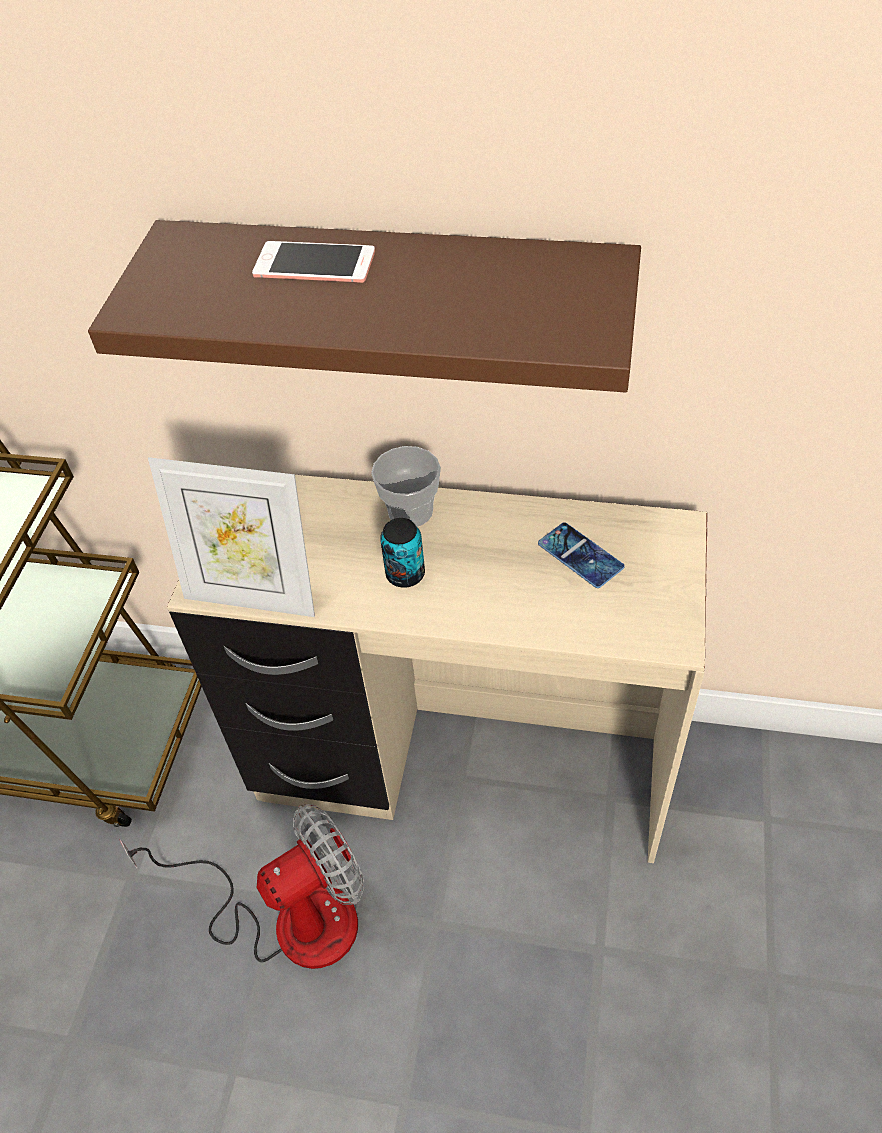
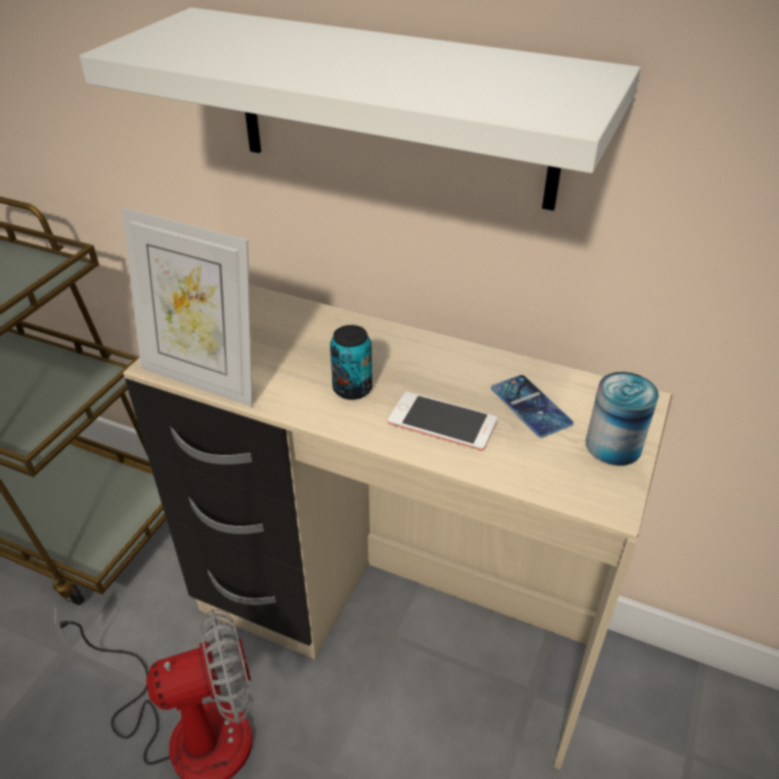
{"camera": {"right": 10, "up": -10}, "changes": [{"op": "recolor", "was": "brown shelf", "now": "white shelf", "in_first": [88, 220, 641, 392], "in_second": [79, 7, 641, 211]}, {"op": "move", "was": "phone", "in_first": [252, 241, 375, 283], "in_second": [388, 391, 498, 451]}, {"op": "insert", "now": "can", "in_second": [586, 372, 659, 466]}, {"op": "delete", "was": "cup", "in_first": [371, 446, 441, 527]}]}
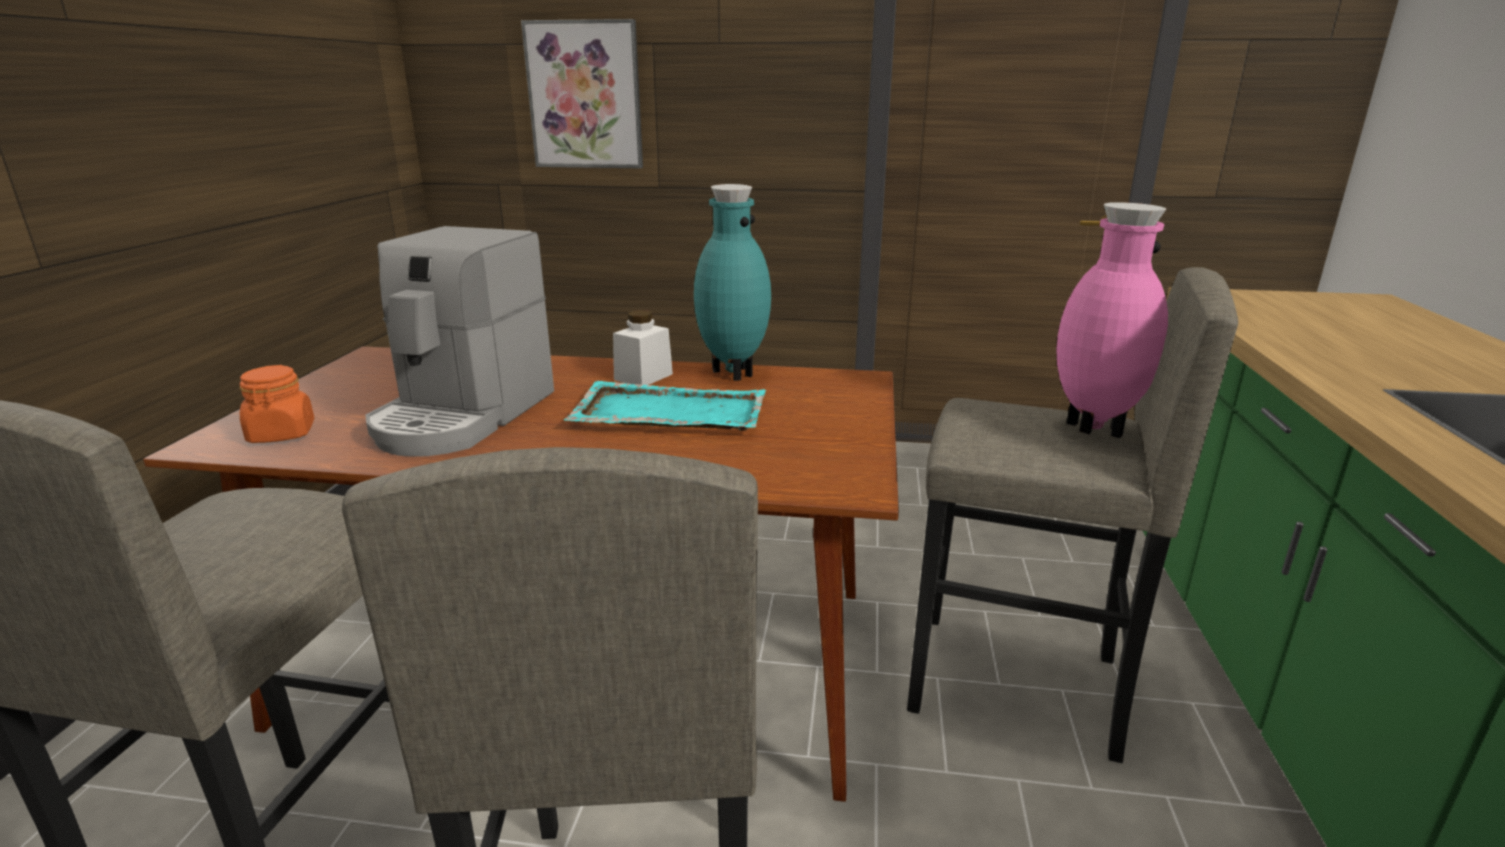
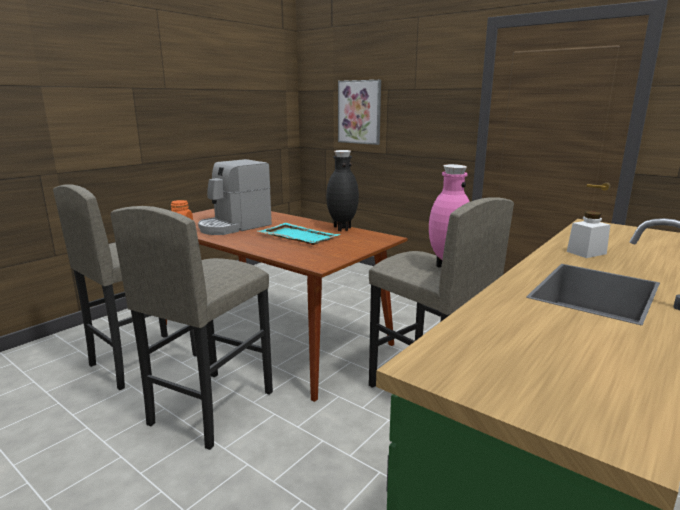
{"camera": {"right": 30, "up": -5}, "changes": [{"op": "recolor", "was": "turquoise vase", "now": "black vase", "in_first": [694, 184, 771, 381], "in_second": [326, 150, 359, 231]}, {"op": "move", "was": "white jar", "in_first": [613, 310, 673, 385], "in_second": [567, 211, 610, 258]}]}
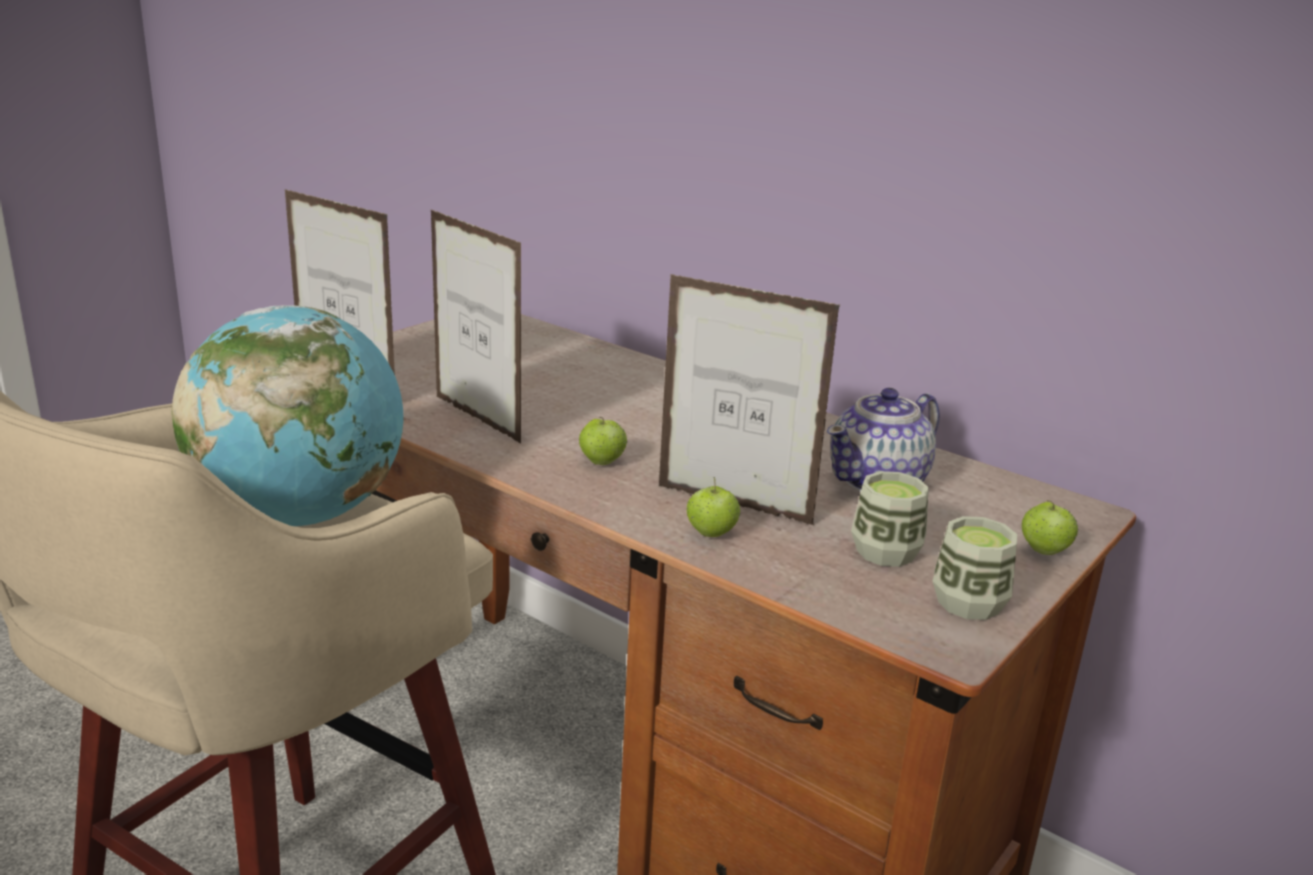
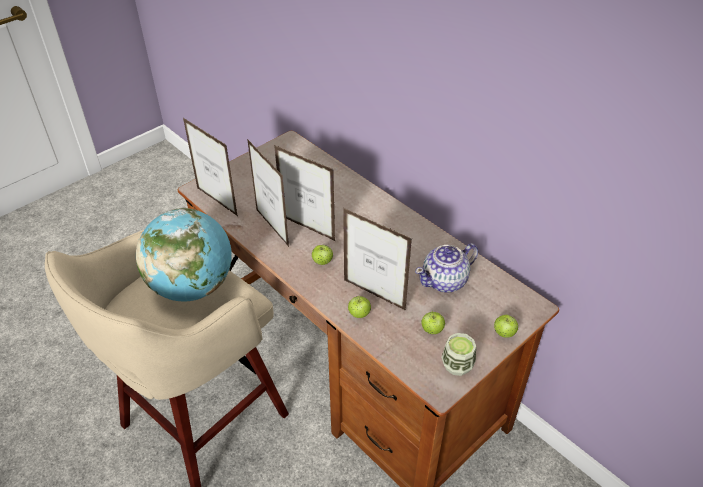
{"camera": {"right": 10, "up": 20}, "changes": [{"op": "insert", "now": "picture frame", "in_second": [274, 145, 335, 241]}, {"op": "replace", "was": "cup", "now": "apple", "in_first": [851, 471, 929, 567], "in_second": [421, 311, 445, 334]}]}
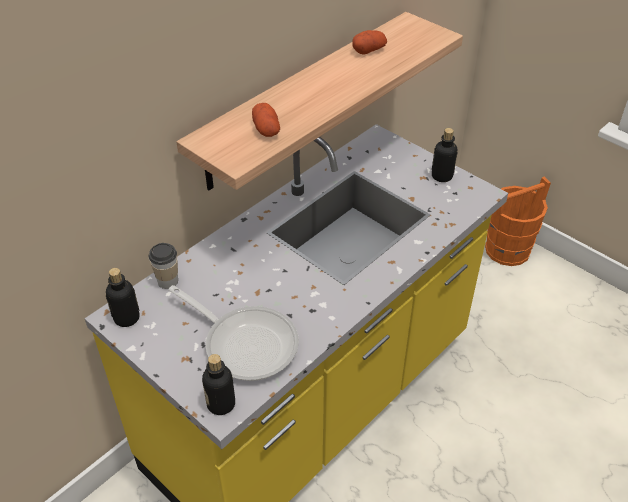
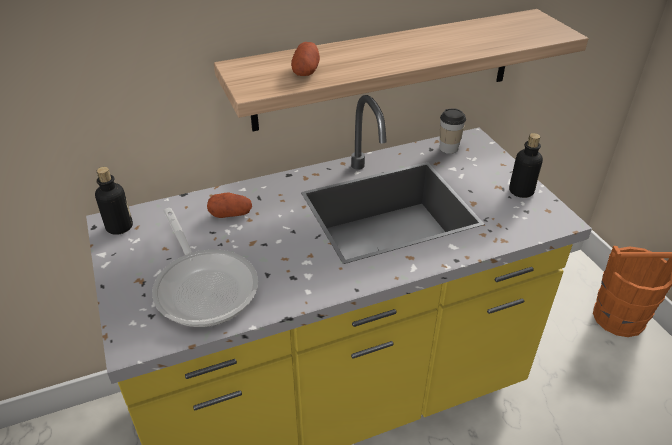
{"camera": {"right": 25, "up": -5}, "changes": [{"op": "move", "was": "potato", "in_first": [352, 30, 387, 55], "in_second": [207, 193, 252, 218]}, {"op": "move", "was": "cup", "in_first": [149, 243, 178, 289], "in_second": [440, 108, 466, 154]}, {"op": "delete", "was": "bottle", "in_first": [202, 354, 235, 415]}]}
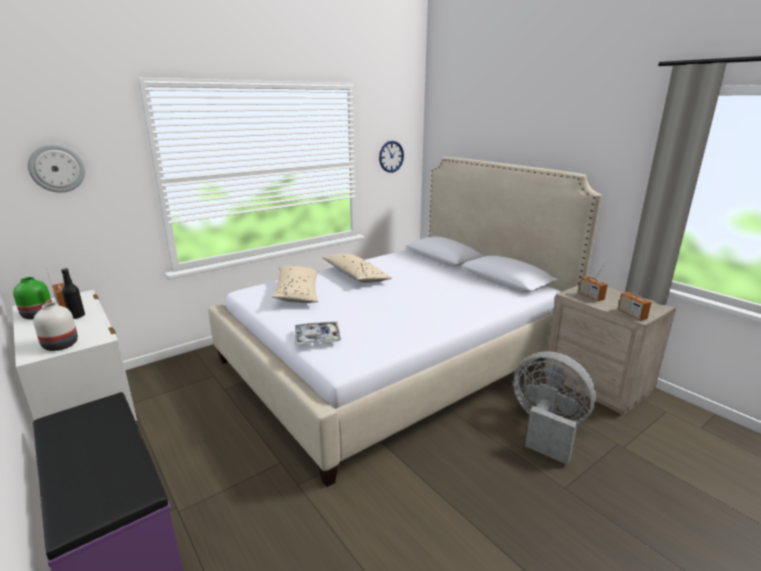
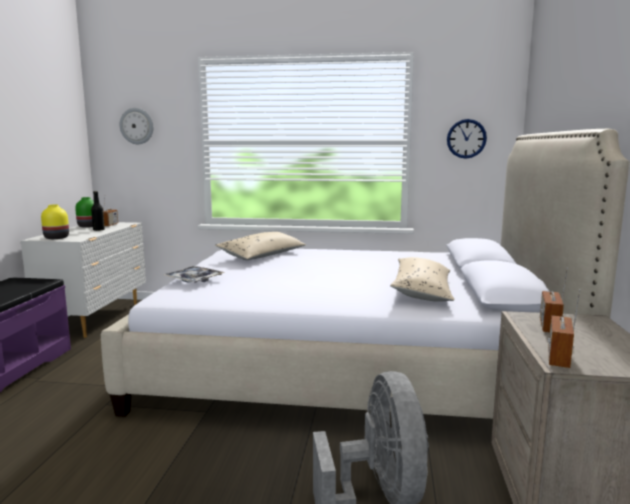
{"camera": {"right": 45, "up": -10}, "changes": [{"op": "recolor", "was": "white vase", "now": "yellow vase", "in_first": [33, 302, 78, 351], "in_second": [41, 204, 69, 239]}, {"op": "move", "was": "beige pillow", "in_first": [322, 254, 392, 283], "in_second": [390, 257, 454, 302]}]}
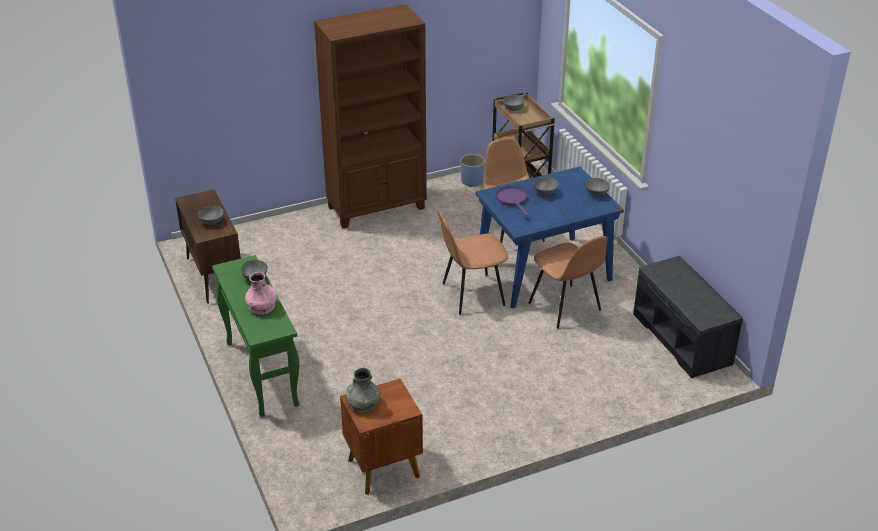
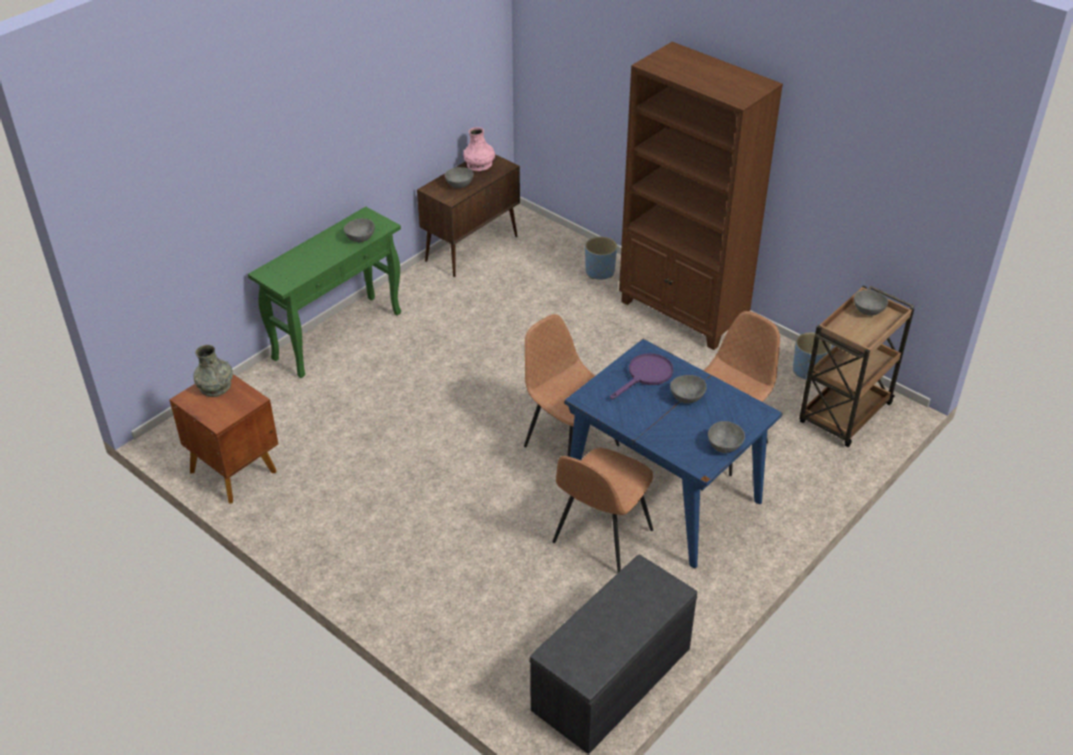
{"camera": {"right": 65, "up": 5}, "changes": [{"op": "move", "was": "pink vase", "in_first": [245, 272, 277, 315], "in_second": [463, 127, 495, 171]}, {"op": "insert", "now": "blue planter", "in_second": [585, 236, 617, 280]}]}
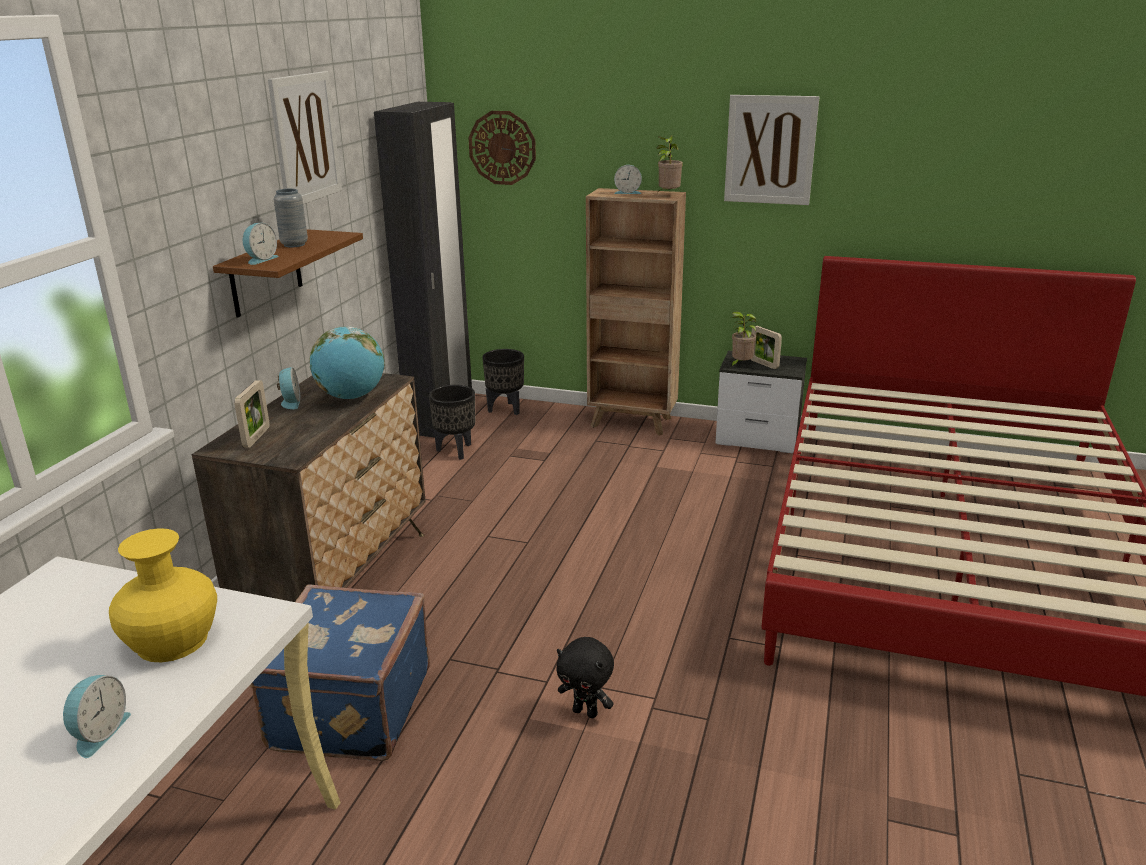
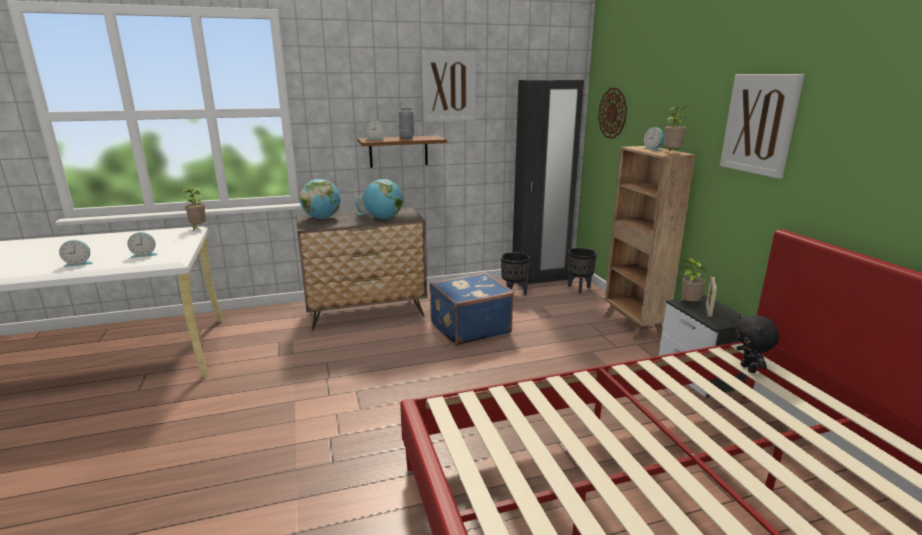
{"camera": {"right": 55, "up": -5}, "changes": [{"op": "replace", "was": "yellow vase", "now": "alarm clock", "in_first": [109, 528, 217, 662], "in_second": [127, 232, 158, 258]}, {"op": "insert", "now": "potted plant", "in_second": [181, 188, 206, 231]}, {"op": "replace", "was": "picture frame", "now": "globe", "in_first": [234, 380, 270, 448], "in_second": [300, 179, 340, 219]}, {"op": "move", "was": "blue suitcase", "in_first": [249, 584, 430, 761], "in_second": [429, 272, 514, 346]}, {"op": "move", "was": "black plush toy", "in_first": [556, 637, 614, 718], "in_second": [735, 314, 779, 373]}]}
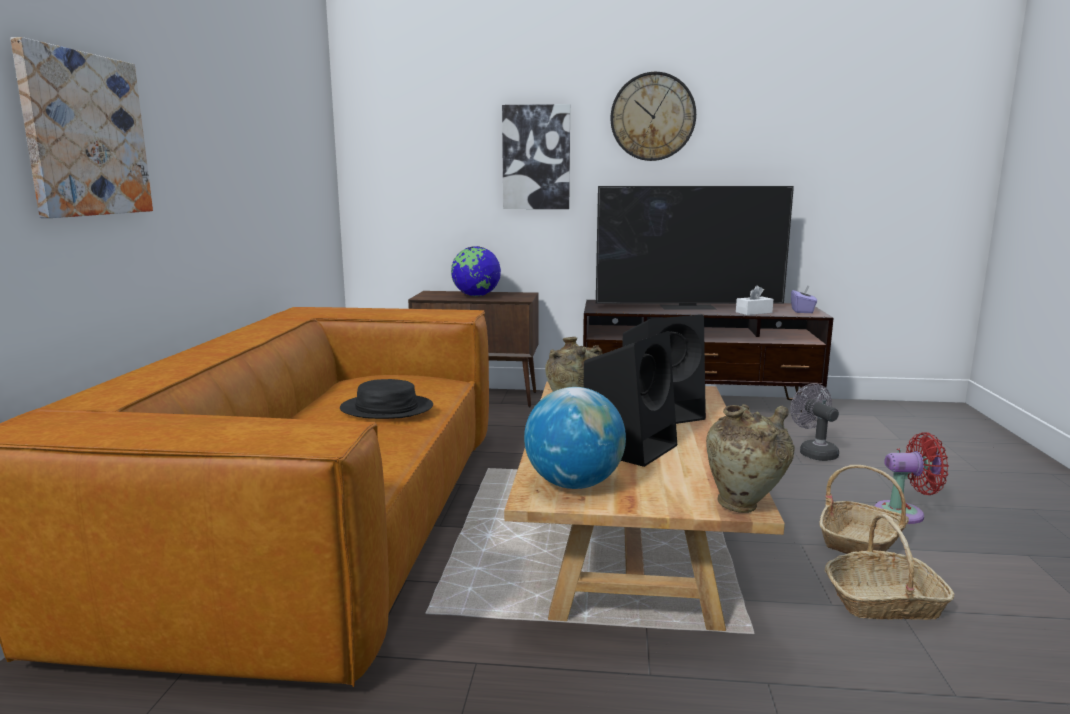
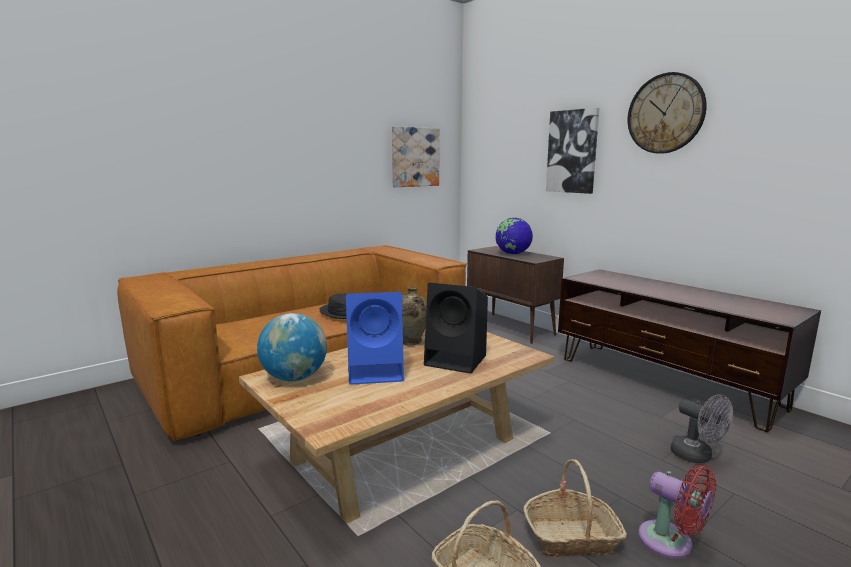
{"camera": {"right": 45, "up": 0}, "changes": [{"op": "recolor", "was": "black speaker", "now": "blue speaker", "in_first": [583, 331, 677, 467], "in_second": [346, 292, 404, 385]}, {"op": "move", "was": "picture", "in_first": [10, 37, 153, 218], "in_second": [392, 126, 440, 187]}, {"op": "rotate", "was": "grey fan", "in_first": [791, 384, 839, 461], "in_second": [670, 394, 733, 463], "clockwise": 120}, {"op": "delete", "was": "television", "in_first": [596, 186, 794, 309]}, {"op": "delete", "was": "beige vase", "in_first": [706, 404, 795, 513]}, {"op": "delete", "was": "white tissue box", "in_first": [736, 285, 774, 315]}, {"op": "delete", "was": "purple tissue box", "in_first": [791, 286, 817, 313]}]}
